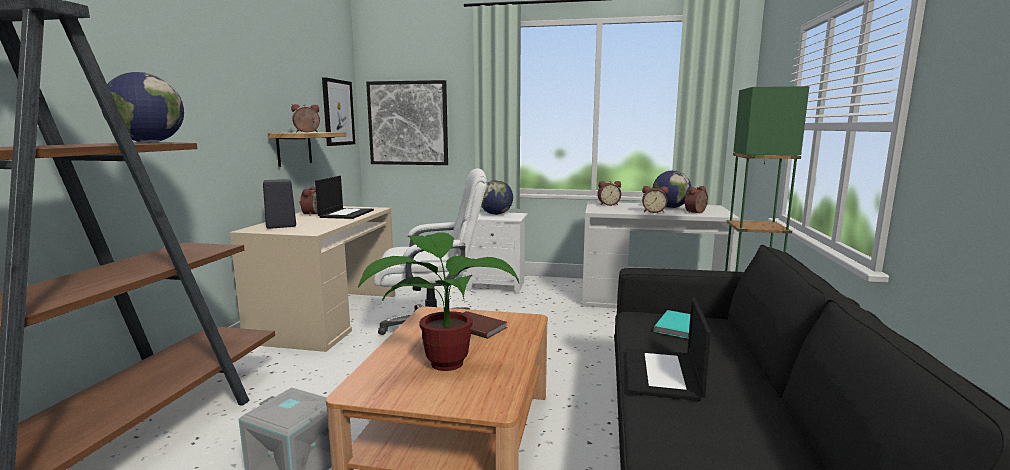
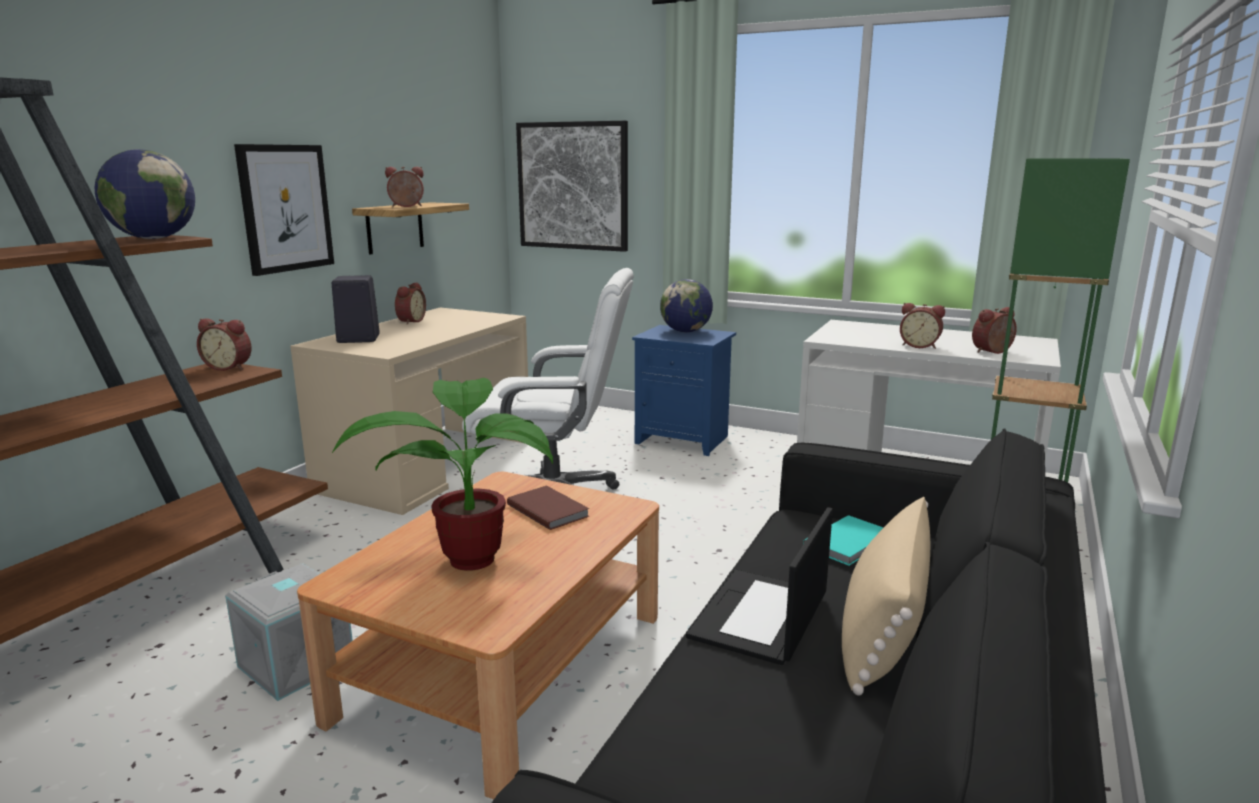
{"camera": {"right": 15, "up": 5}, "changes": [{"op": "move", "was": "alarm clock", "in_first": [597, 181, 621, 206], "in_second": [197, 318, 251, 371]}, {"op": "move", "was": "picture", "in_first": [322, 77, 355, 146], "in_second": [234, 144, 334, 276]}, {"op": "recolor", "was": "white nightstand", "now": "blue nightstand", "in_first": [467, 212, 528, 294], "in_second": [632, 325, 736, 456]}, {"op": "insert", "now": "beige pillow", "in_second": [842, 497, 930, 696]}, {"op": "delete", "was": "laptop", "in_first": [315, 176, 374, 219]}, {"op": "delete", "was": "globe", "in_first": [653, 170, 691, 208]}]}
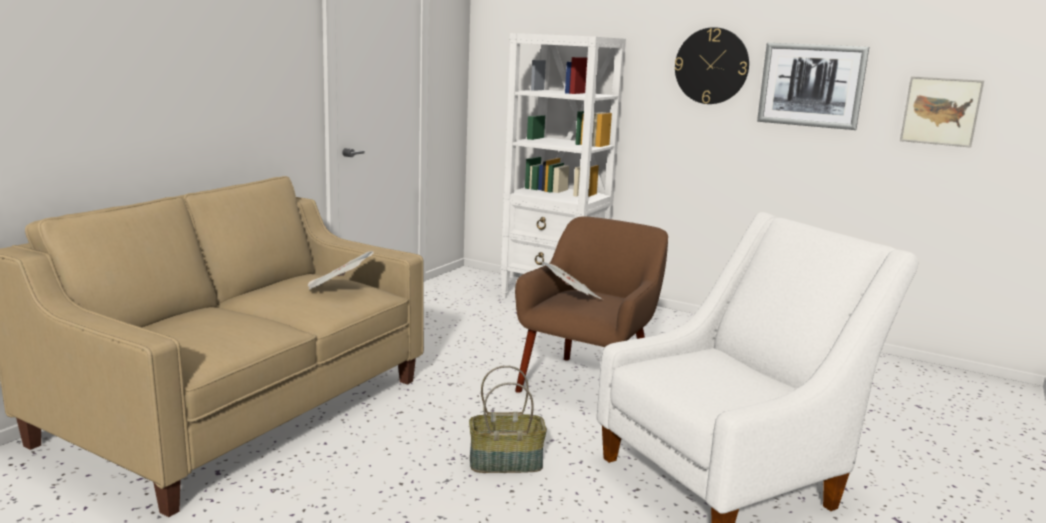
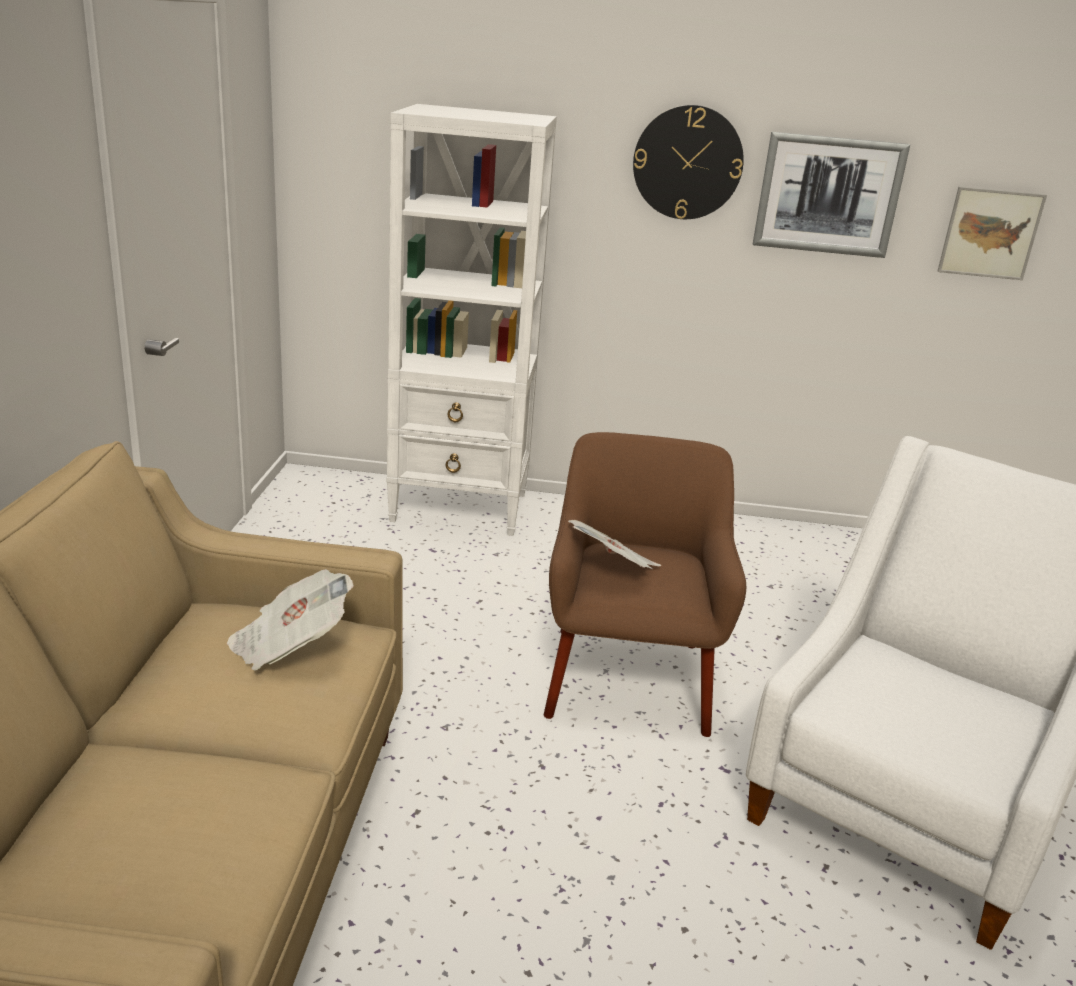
{"camera": {"right": -25, "up": 10}, "changes": [{"op": "delete", "was": "basket", "in_first": [469, 365, 547, 473]}]}
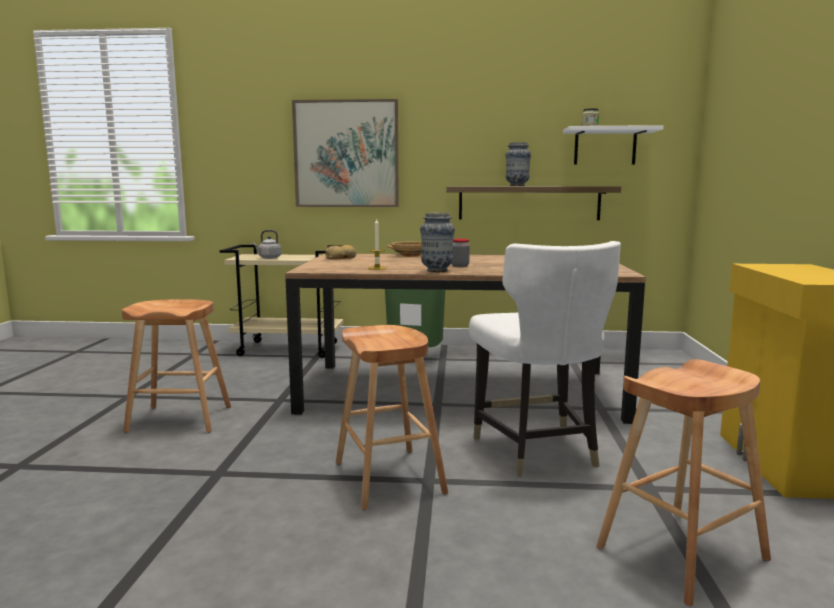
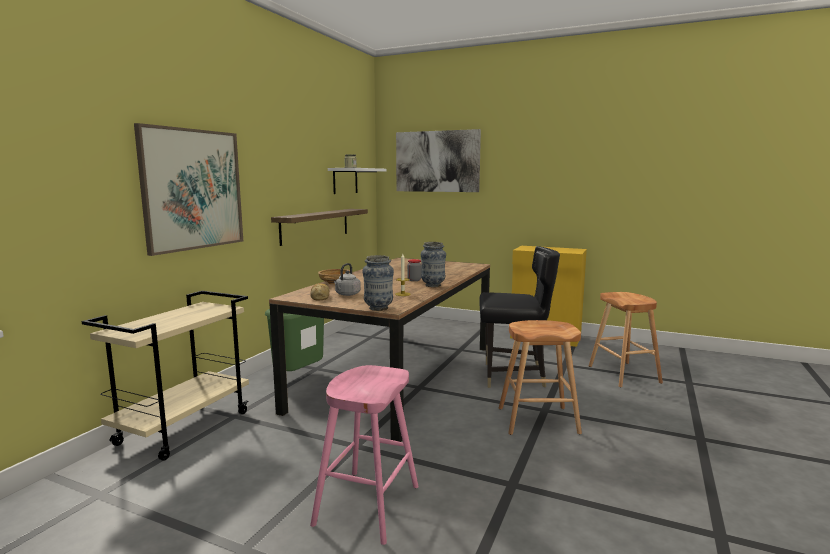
{"camera": {"right": -70, "up": 0}, "changes": [{"op": "recolor", "was": "brown stool", "now": "pink stool", "in_first": [122, 299, 231, 433], "in_second": [310, 365, 419, 545]}, {"op": "move", "was": "grey kettle", "in_first": [253, 230, 281, 259], "in_second": [334, 263, 361, 296]}, {"op": "move", "was": "vase", "in_first": [506, 142, 531, 186], "in_second": [362, 255, 394, 311]}, {"op": "insert", "now": "picture", "in_second": [396, 129, 481, 192]}, {"op": "recolor", "was": "white chair", "now": "black chair", "in_first": [469, 241, 621, 477], "in_second": [479, 246, 560, 388]}]}
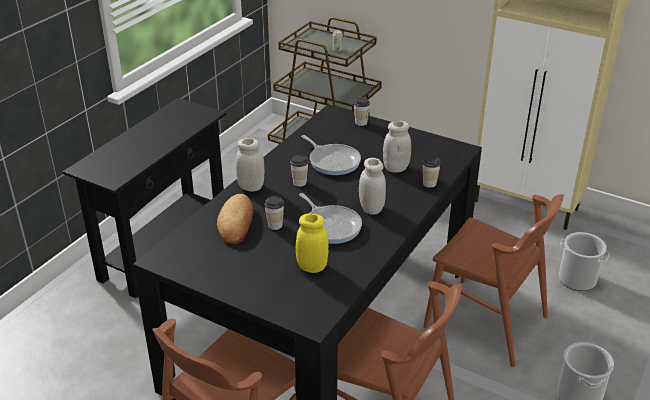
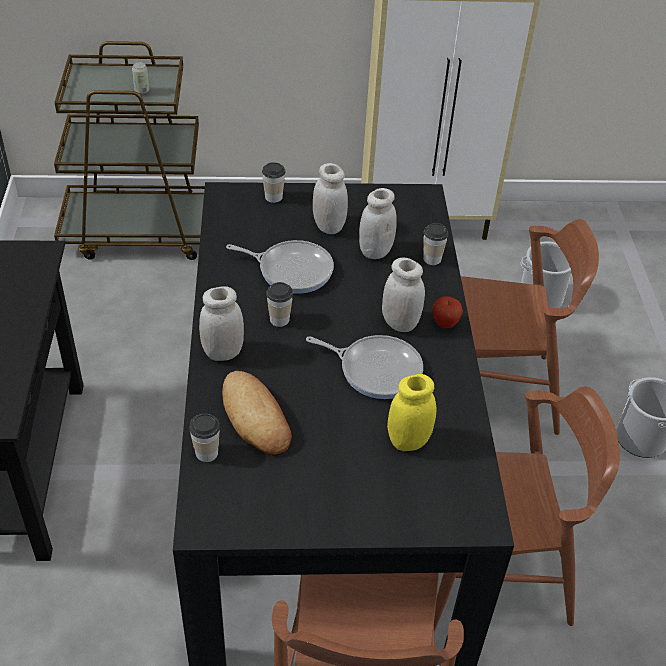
{"camera": {"right": -35, "up": 10}, "changes": [{"op": "move", "was": "cup", "in_first": [265, 196, 284, 230], "in_second": [189, 414, 220, 462]}, {"op": "insert", "now": "white jar", "in_second": [313, 163, 348, 234]}, {"op": "insert", "now": "apple", "in_second": [432, 296, 463, 328]}]}
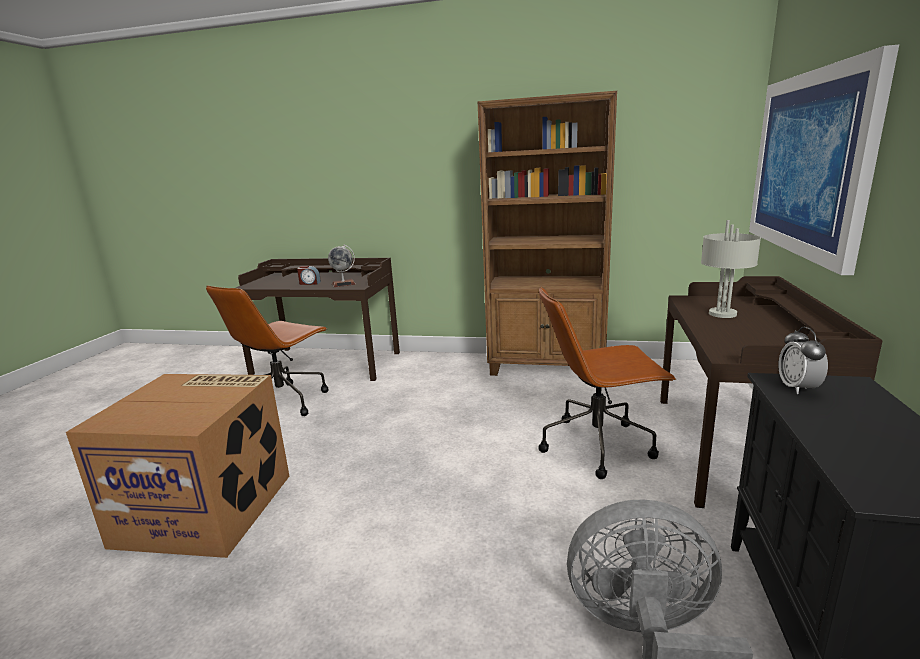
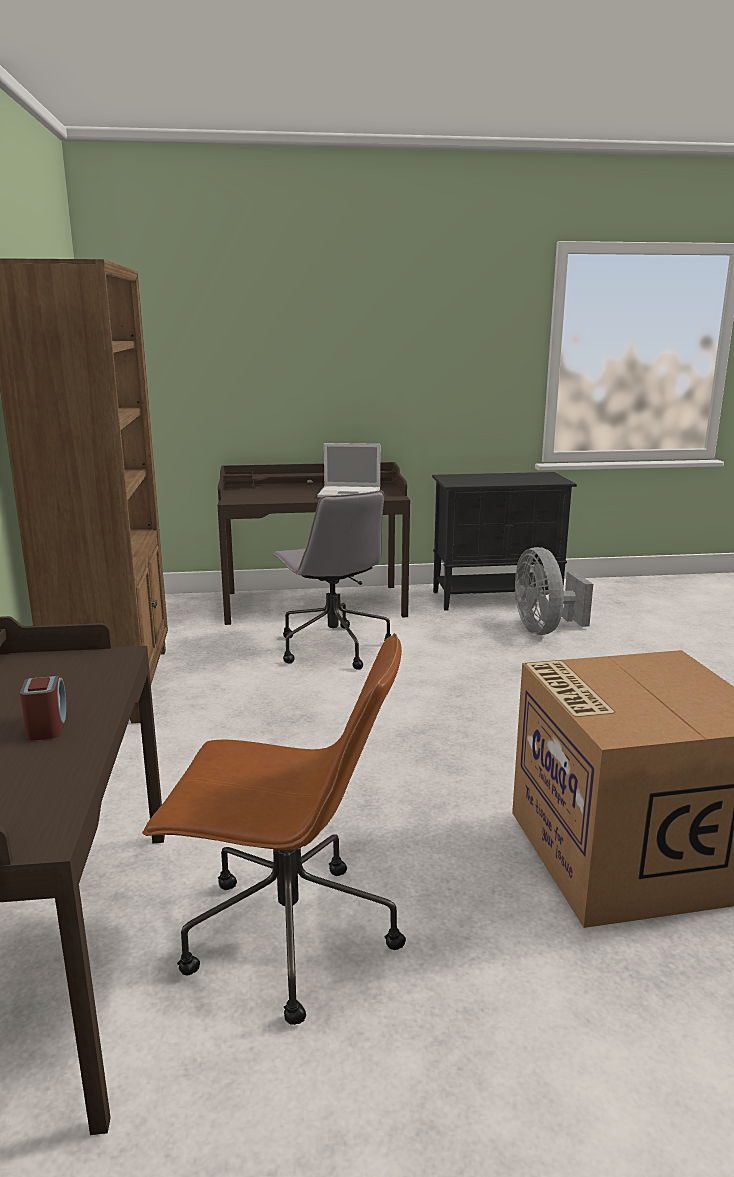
{"camera": {"right": -110, "up": 0}, "changes": [{"op": "recolor", "was": "brown office chair", "now": "grey office chair", "in_first": [538, 287, 676, 479], "in_second": [272, 491, 391, 669]}, {"op": "insert", "now": "laptop", "in_second": [317, 443, 380, 498]}, {"op": "delete", "was": "globe", "in_first": [328, 245, 356, 287]}, {"op": "delete", "was": "grey table lamp", "in_first": [701, 220, 761, 318]}, {"op": "delete", "was": "picture", "in_first": [749, 45, 899, 275]}, {"op": "delete", "was": "alarm clock", "in_first": [778, 327, 828, 394]}]}
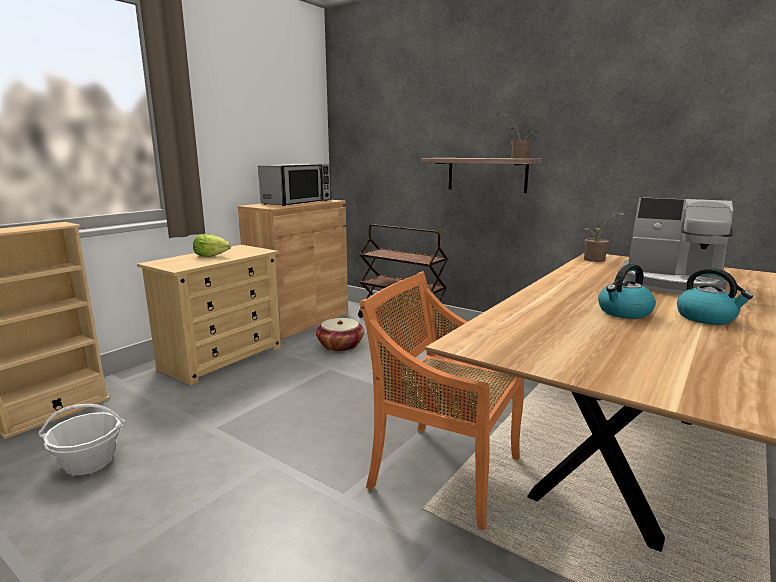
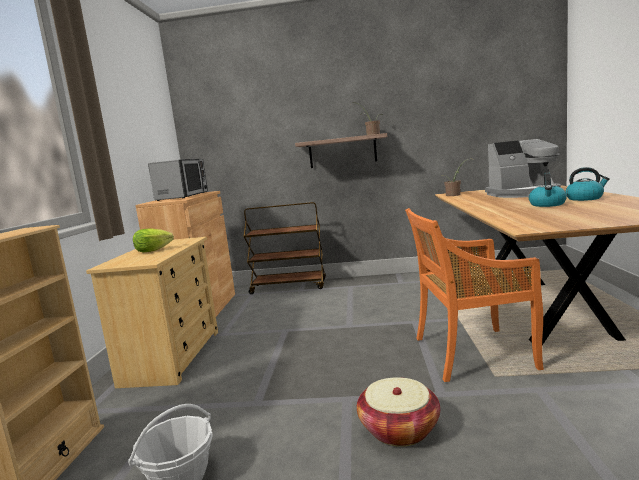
{"camera": {"right": -30, "up": -5}, "changes": [{"op": "move", "was": "basket", "in_first": [316, 318, 364, 352], "in_second": [357, 377, 440, 447]}]}
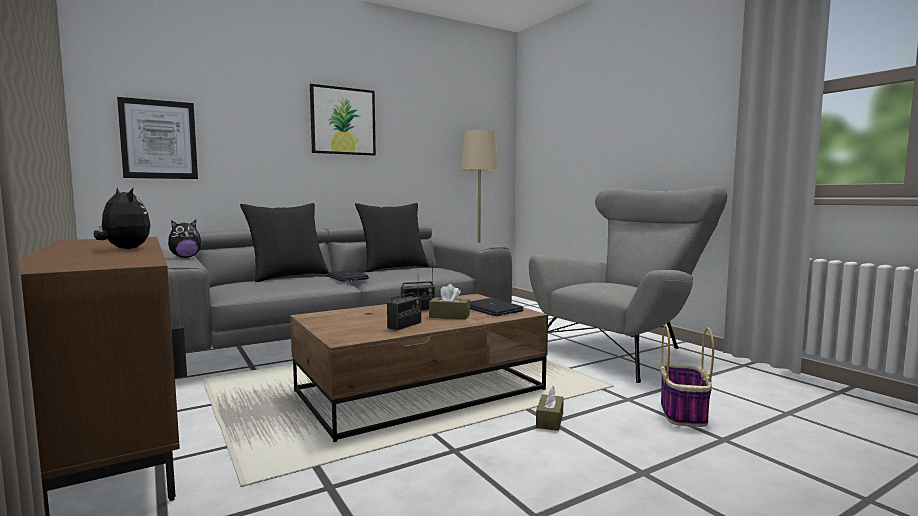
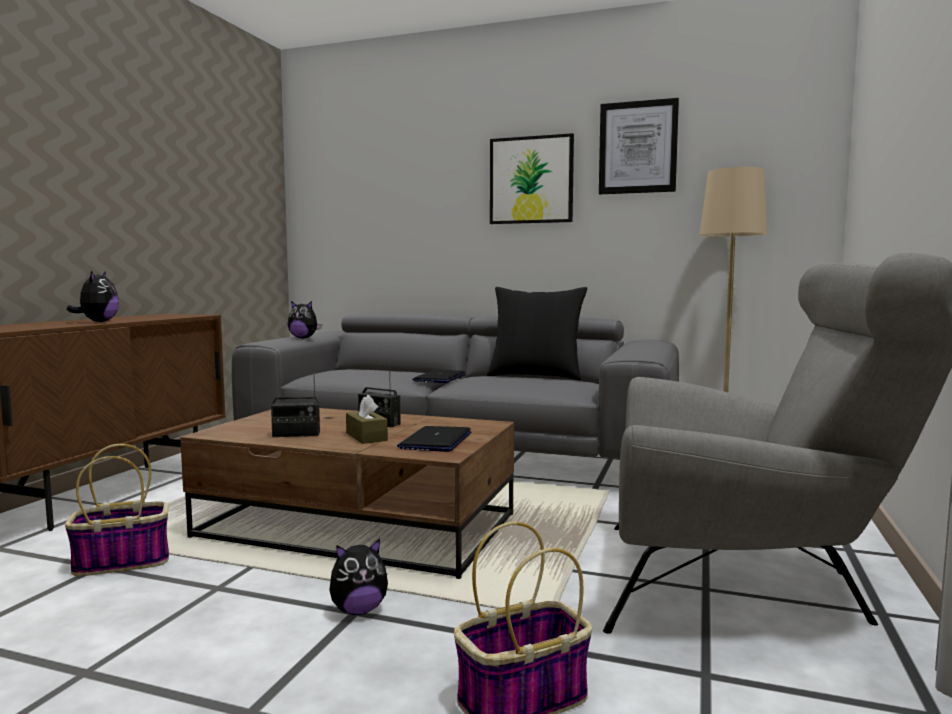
{"camera": {"right": 50, "up": 0}, "changes": [{"op": "insert", "now": "basket", "in_second": [65, 444, 169, 576]}, {"op": "replace", "was": "brown tissue box", "now": "plush toy", "in_first": [536, 386, 564, 431], "in_second": [329, 538, 388, 615]}, {"op": "move", "was": "picture", "in_first": [117, 97, 198, 179], "in_second": [599, 98, 679, 195]}, {"op": "delete", "was": "black pillow", "in_first": [240, 203, 329, 282]}]}
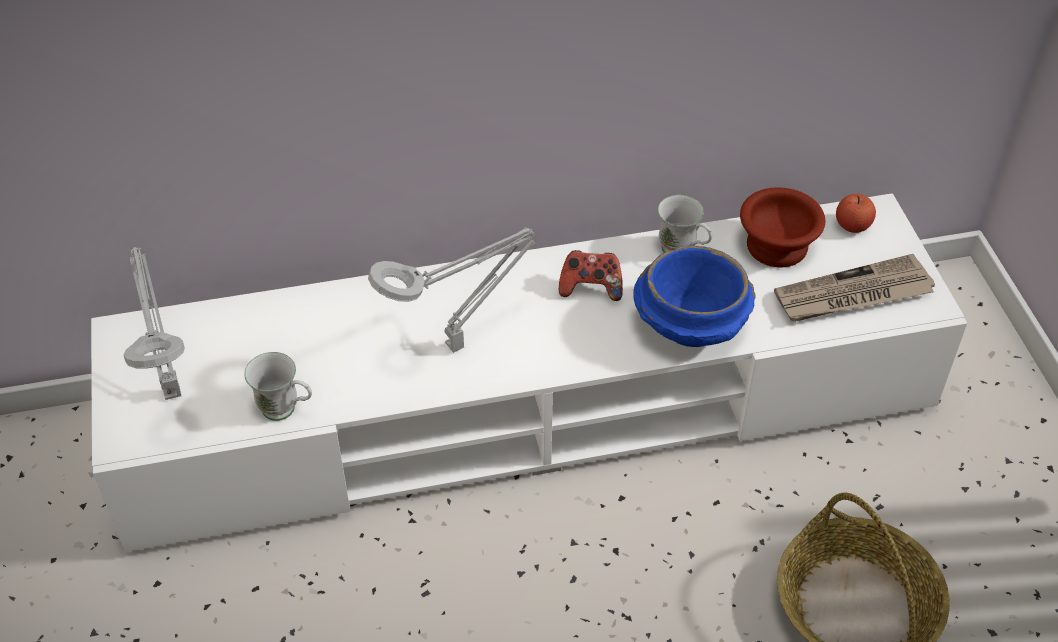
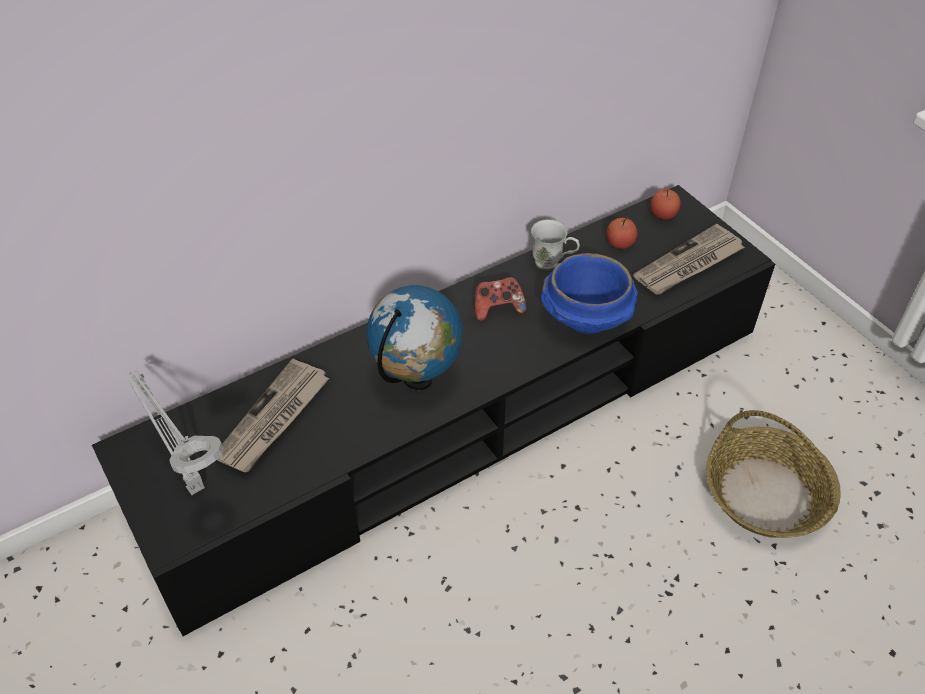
{"camera": {"right": -20, "up": 0}, "changes": [{"op": "recolor", "was": "white tv stand", "now": "black tv stand", "in_first": [91, 193, 967, 552], "in_second": [92, 185, 775, 636]}, {"op": "insert", "now": "newspaper", "in_second": [217, 359, 329, 472]}, {"op": "replace", "was": "grey table lamp", "now": "globe", "in_first": [368, 227, 535, 353], "in_second": [366, 285, 463, 390]}, {"op": "replace", "was": "brown bowl", "now": "apple", "in_first": [740, 187, 825, 267], "in_second": [607, 217, 637, 249]}, {"op": "delete", "was": "white mug", "in_first": [244, 352, 312, 421]}]}
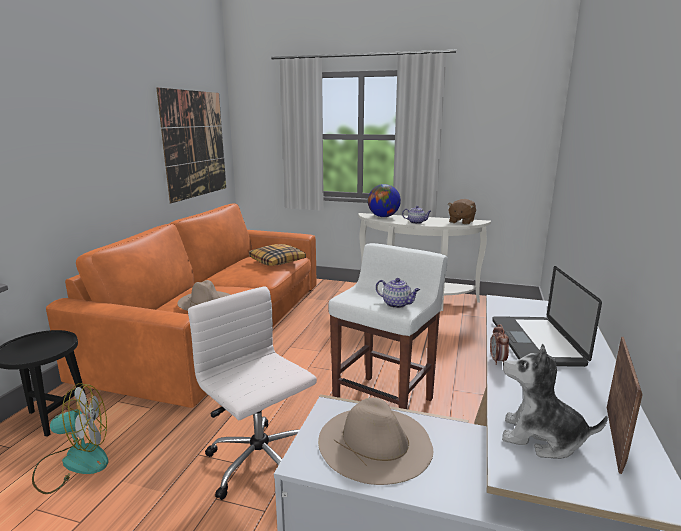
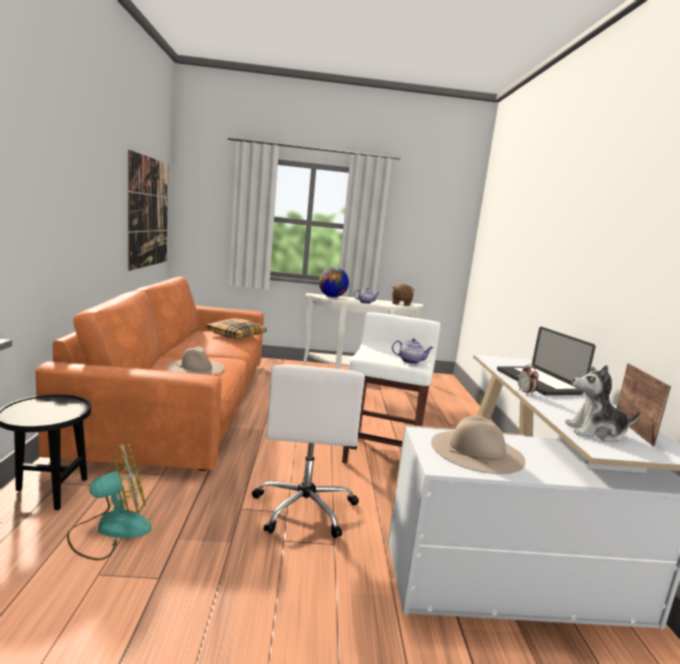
{"camera": {"right": -20, "up": -5}, "changes": [{"op": "rotate", "was": "white office chair", "in_first": [188, 286, 317, 500], "in_second": [252, 364, 365, 538], "clockwise": -120}]}
